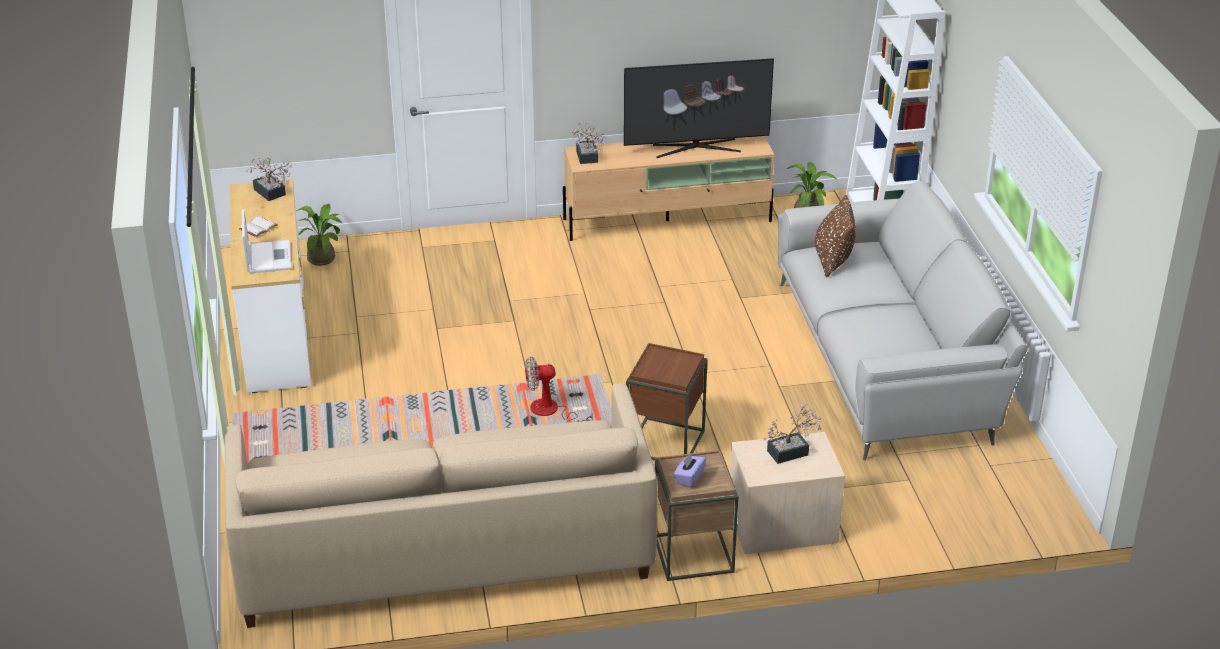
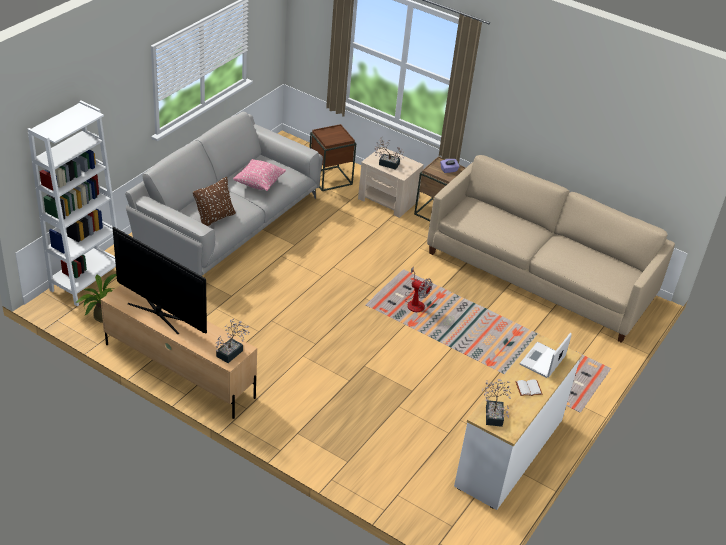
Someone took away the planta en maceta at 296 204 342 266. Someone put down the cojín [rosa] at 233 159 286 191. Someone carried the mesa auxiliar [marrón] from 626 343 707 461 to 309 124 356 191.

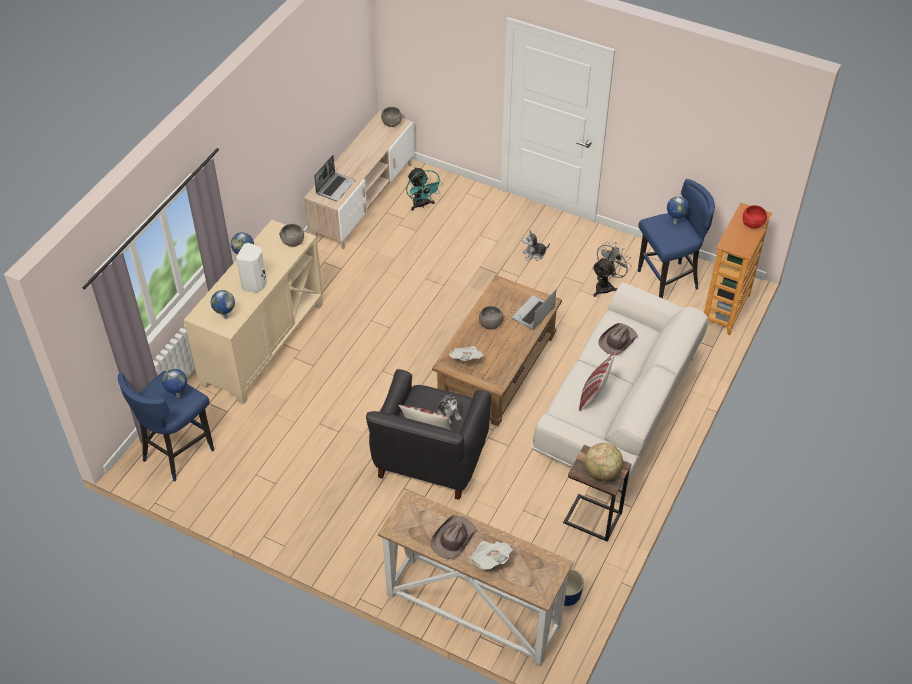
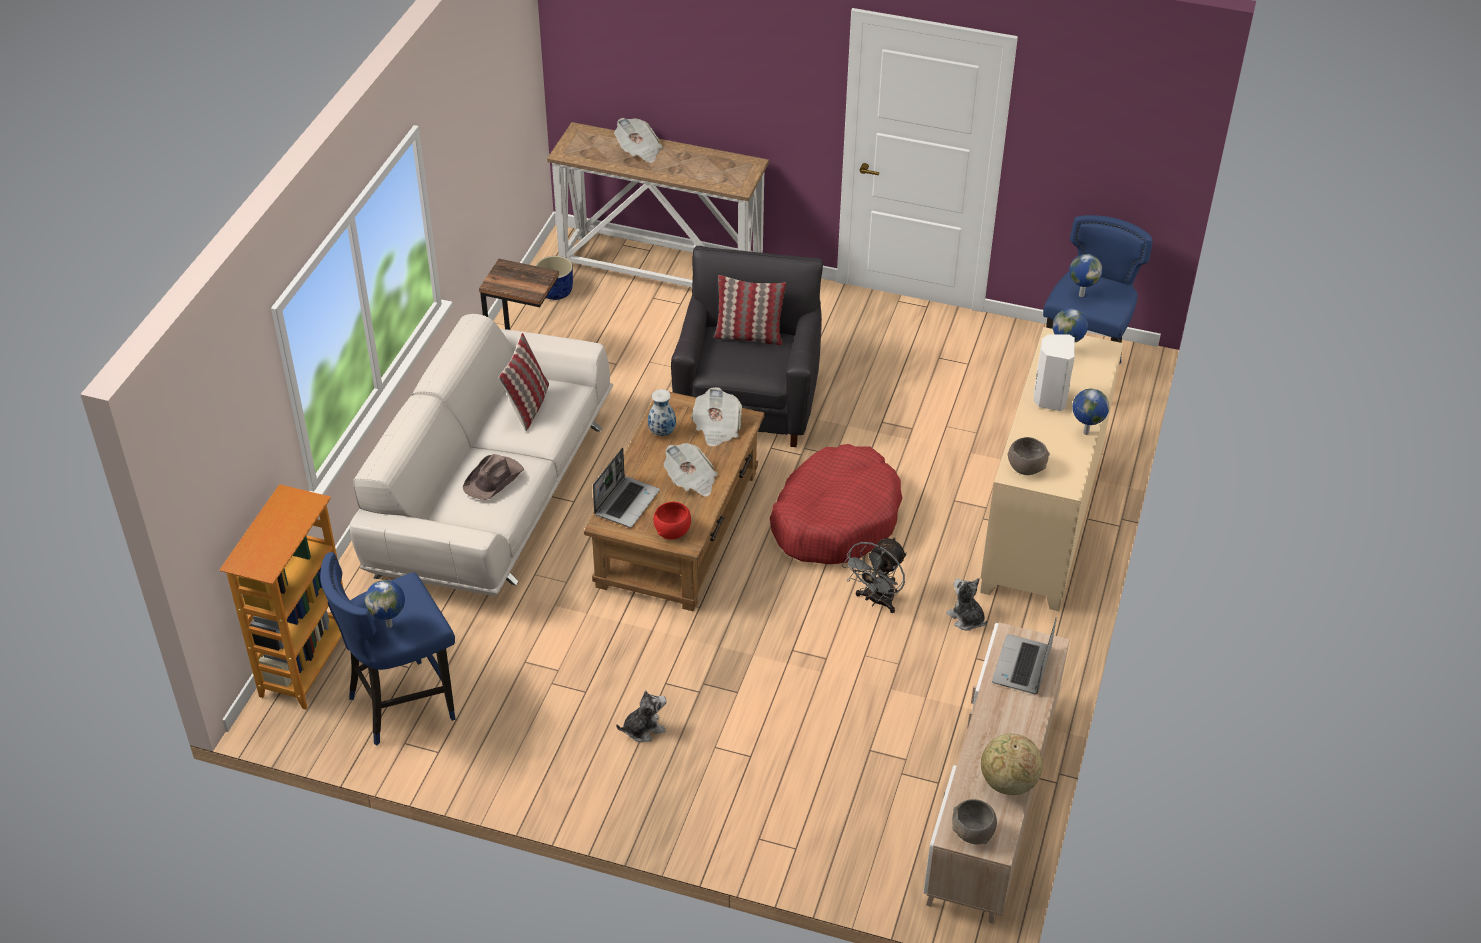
Someone took away the ventilador [turquesa] at 406 167 442 211. Someone took away the sombrero [marrón] at 431 515 477 559. Someone put down the florero at 648 389 676 436. Someone put down the cama para perro [rojo] at 770 444 903 564. Someone carried the peluche from 437 393 461 425 to 946 578 987 631. Someone carried the globo terráqueo from 585 443 623 481 to 981 734 1043 795. Someone carried the ventilador [gris] from 592 242 632 297 to 842 537 907 613. Someone carried the cuenco [rojo] from 743 205 767 228 to 653 502 691 540. Someone swapped the cuenco [gris] at 479 306 504 329 for the periódico at 664 443 718 497.

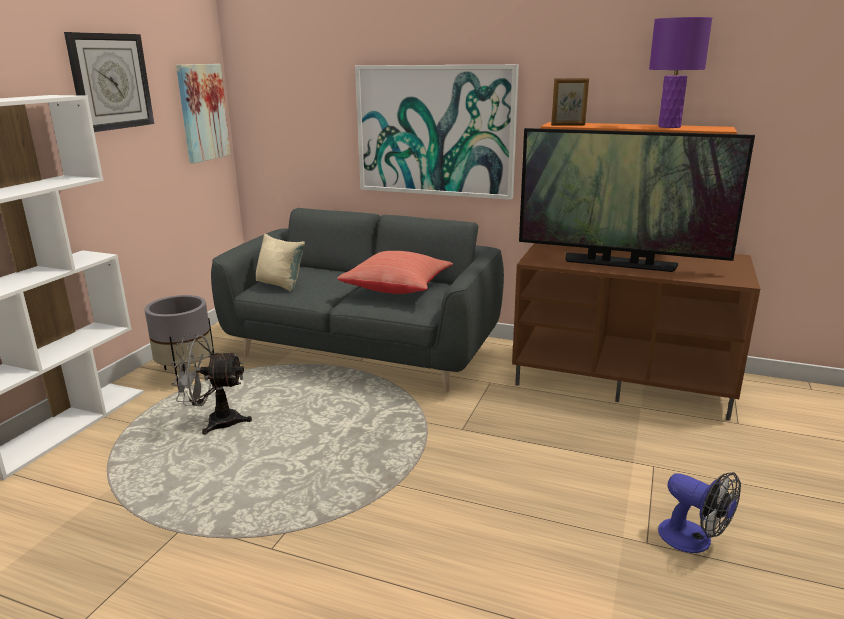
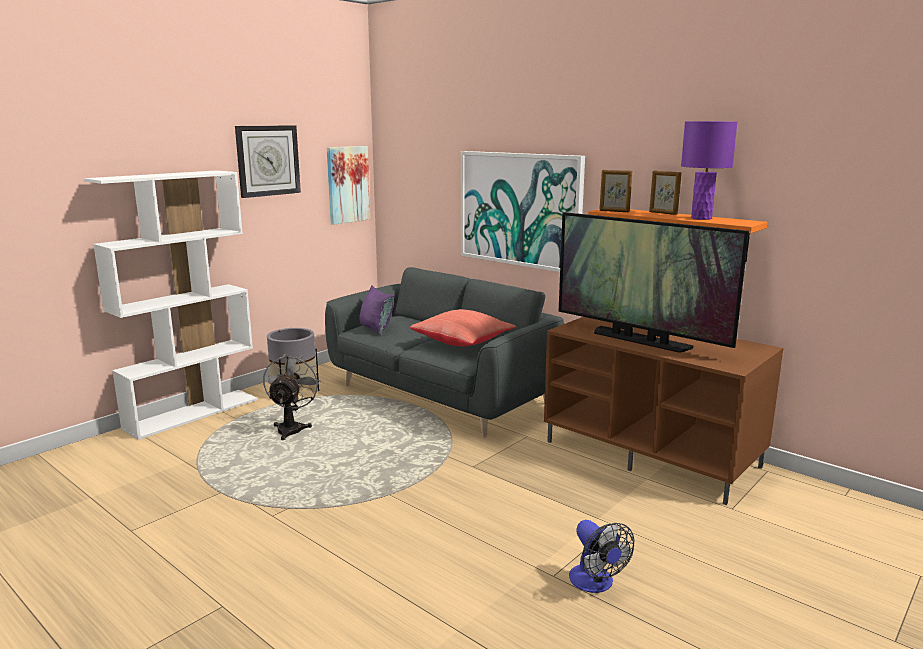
Someone put down the portarretratos at 649 171 682 215. Someone repainted the cojín [beis] at 256 234 305 292, which became the cojín [morado] at 359 286 395 335. Someone rotated the ventilador [gris] at 171 335 252 435 by 75 degrees clockwise.

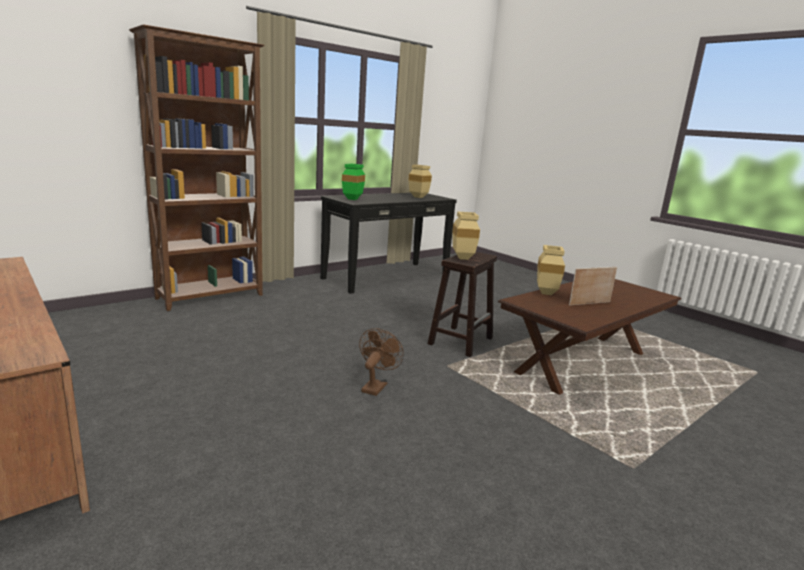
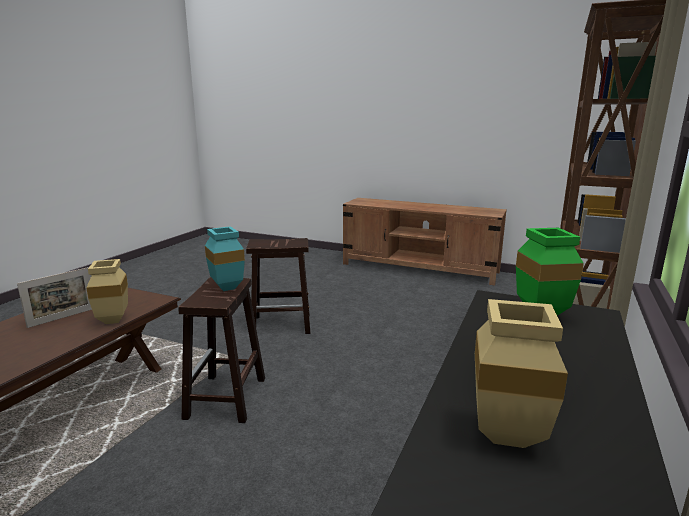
Someone swapped the ventilador [marrón] at 359 328 404 396 for the taburete [marrón] at 246 238 310 334. Someone repainted the florero [beis] at 452 212 480 260, which became the florero [turquesa] at 205 226 245 291.

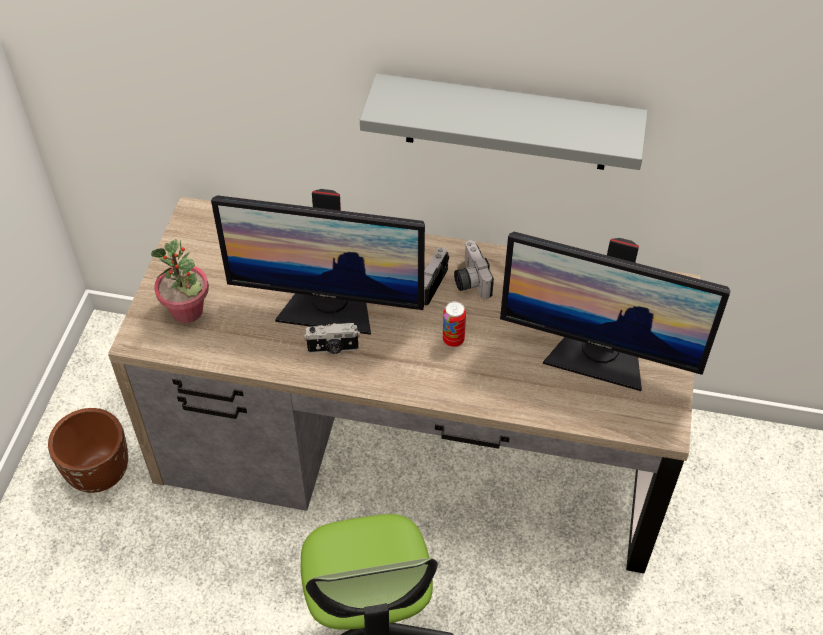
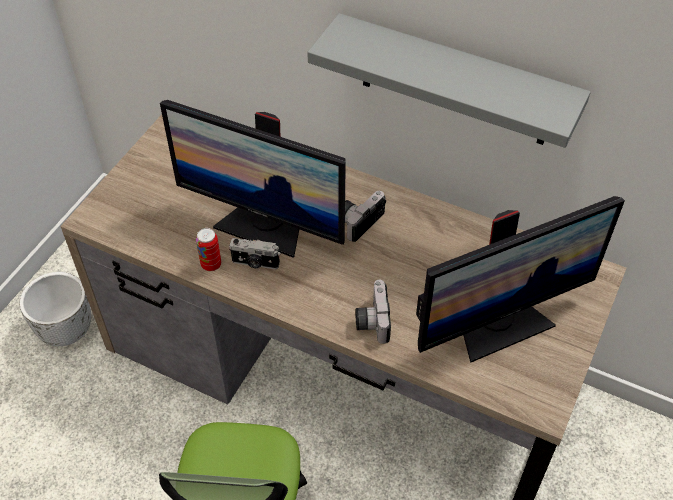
Someone took away the planta en maceta at 151 239 209 323. Someone carried the lata from 443 301 466 347 to 196 228 221 271. Someone carried the cámara from 454 240 494 299 to 355 280 391 344. Someone repainted the maceta [marrón] at 48 408 128 493, which became the maceta [blanco] at 20 272 91 346. Someone rotated the monitor at 500 232 730 391 by 60 degrees counterclockwise.

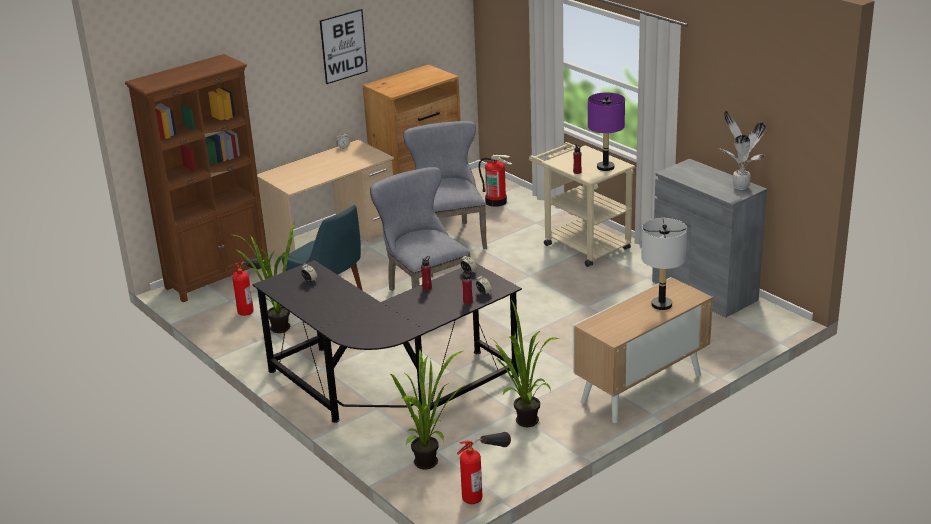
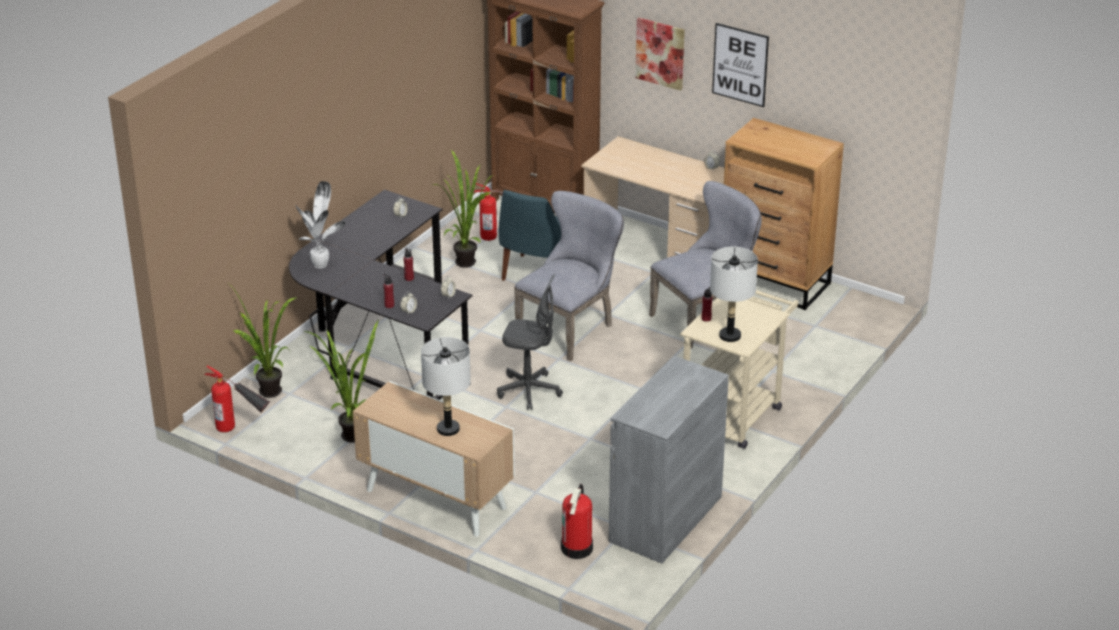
Someone put down the silla de oficina [gris] at 497 273 563 410. Someone put up the cuadro at 635 17 685 91. Someone carried the extintor from 478 155 513 207 to 561 484 593 559. Someone carried the planta en maceta from 718 111 766 190 to 295 181 346 269. Someone repainted the lámpara de mesa [morado] at 588 92 625 171, which became the lámpara de mesa [gris] at 710 247 758 342.

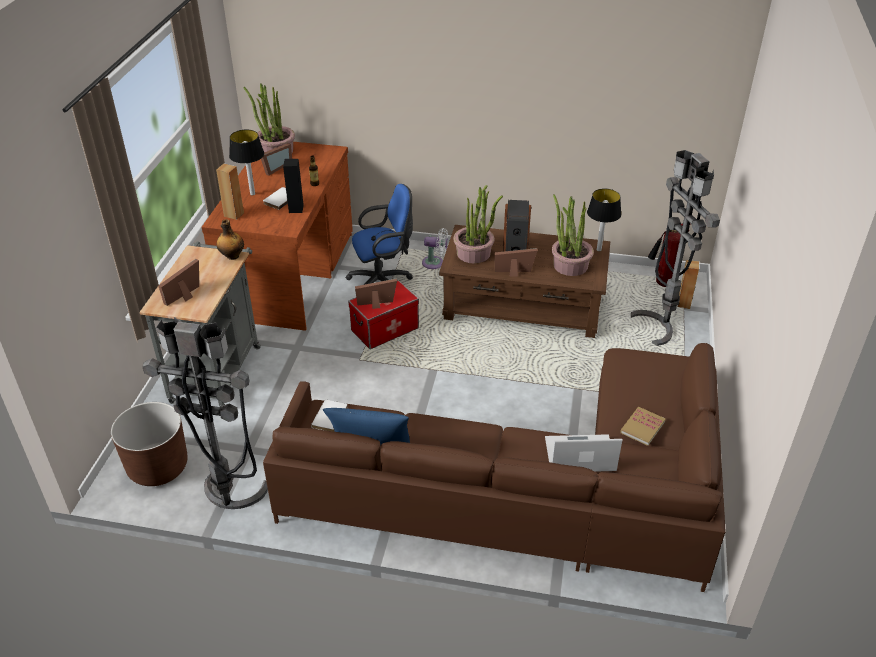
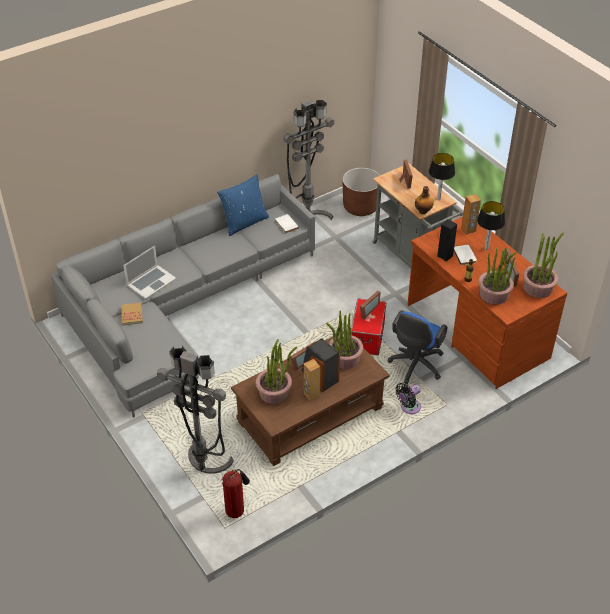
Someone put down the planta en maceta at 478 248 517 305. Someone carried the lámpara de mesa from 587 188 621 252 to 429 153 455 200. Someone carried the altavoz [marrón] from 677 260 699 309 to 304 359 320 402. Someone repainted the sofá [marrón] at 263 343 726 592, which became the sofá [gris] at 51 174 315 418. Someone repainted the ventilador [blanco] at 422 228 448 269, which became the ventilador [negro] at 396 383 421 414.

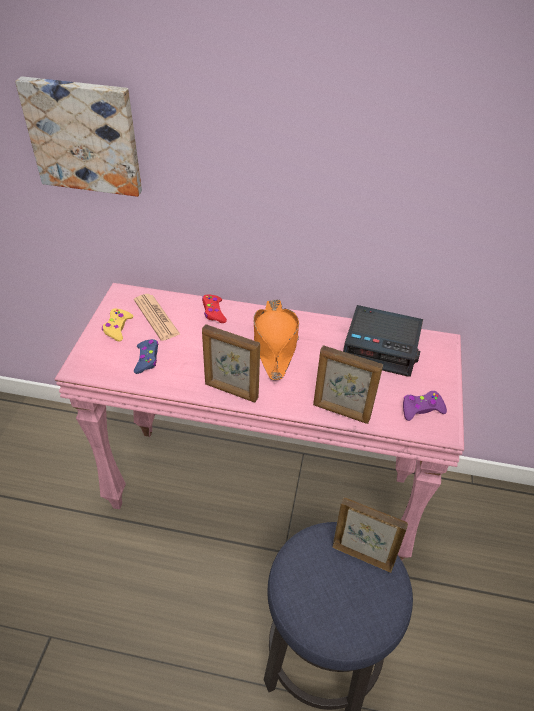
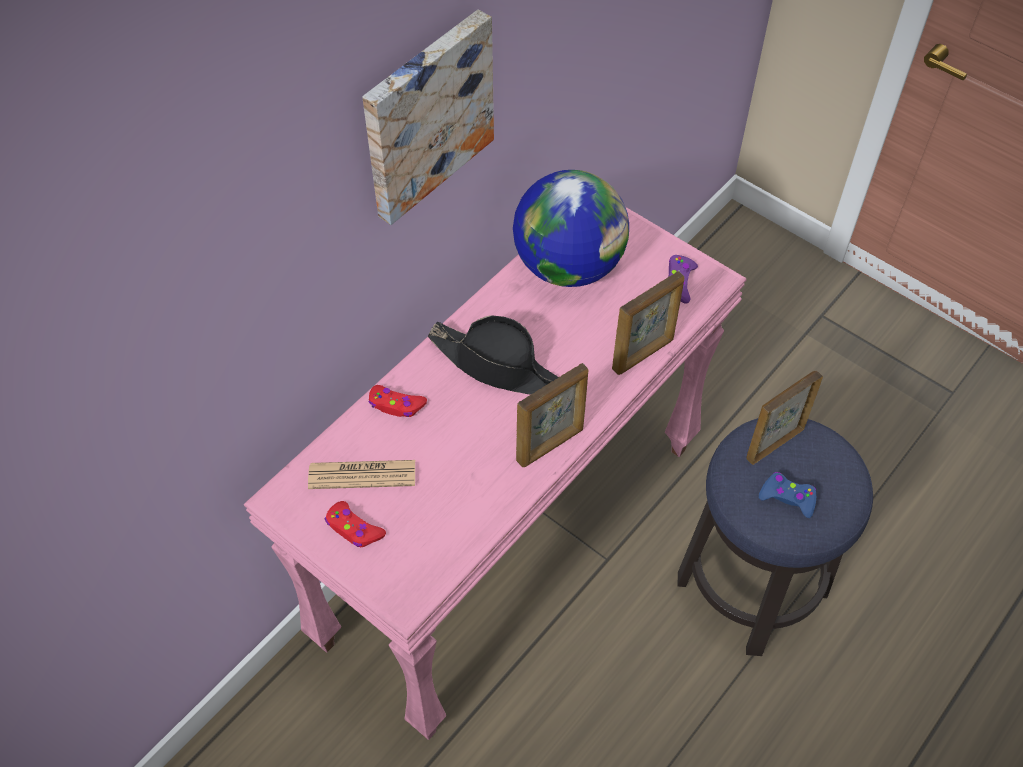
Someone carried the cuadro from 15 76 142 197 to 362 10 494 225. Someone carried the mando de consola [azul] from 134 339 159 374 to 759 472 816 518. Someone swapped the despertador at 343 305 423 377 for the globo terráqueo at 513 170 629 287. Someone repainted the mando de consola [amarillo] at 102 308 133 342, which became the mando de consola [rojo] at 325 501 386 547. Someone repainted the sombrero [naranja] at 253 299 299 380, which became the sombrero [negro] at 428 315 558 395.

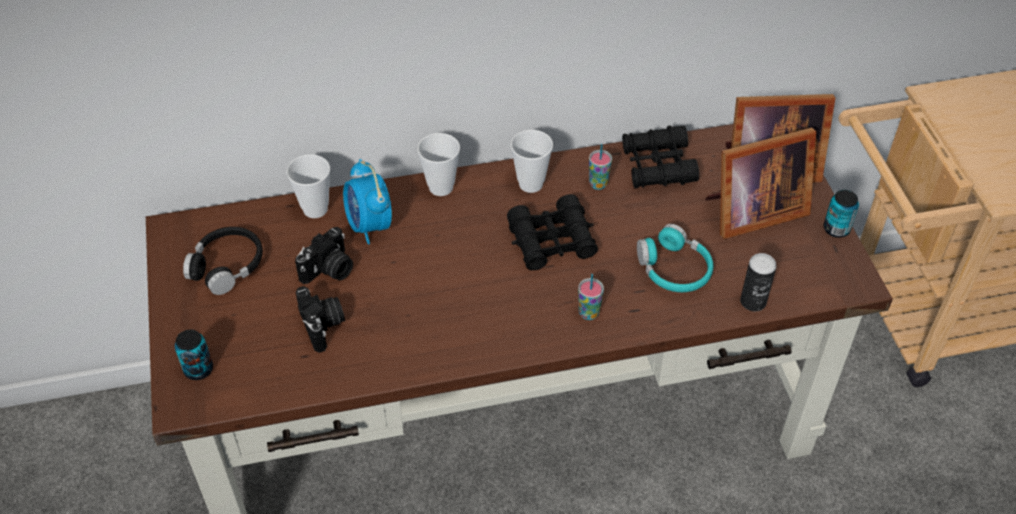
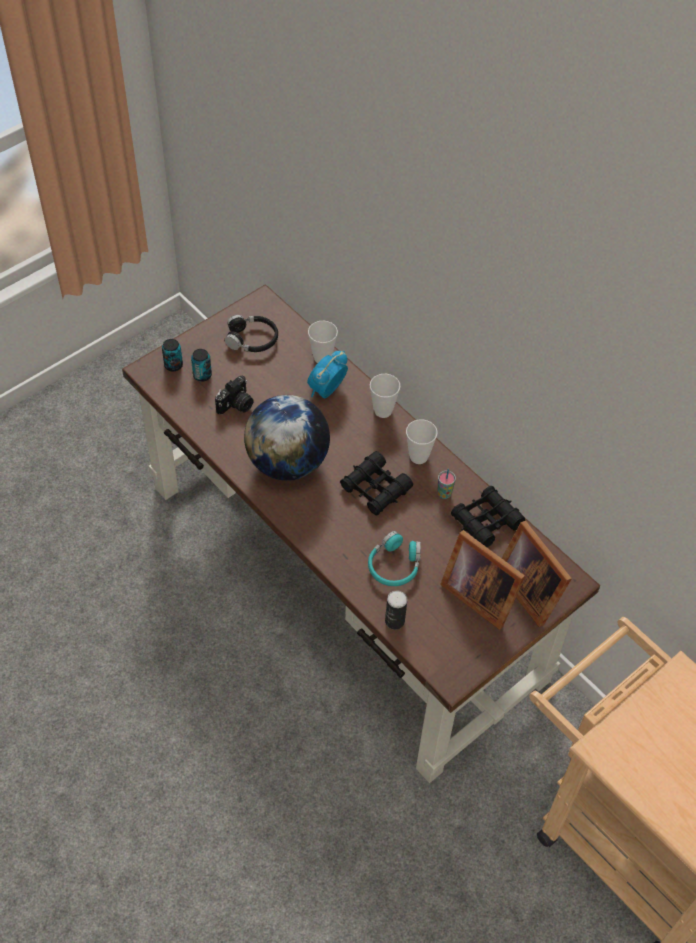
Someone took away the cámara at 295 227 353 284. Someone took away the taza at 578 274 604 320. Someone put down the globo terráqueo at 244 395 330 481. Someone carried the lata from 823 190 859 238 to 191 349 212 382.

